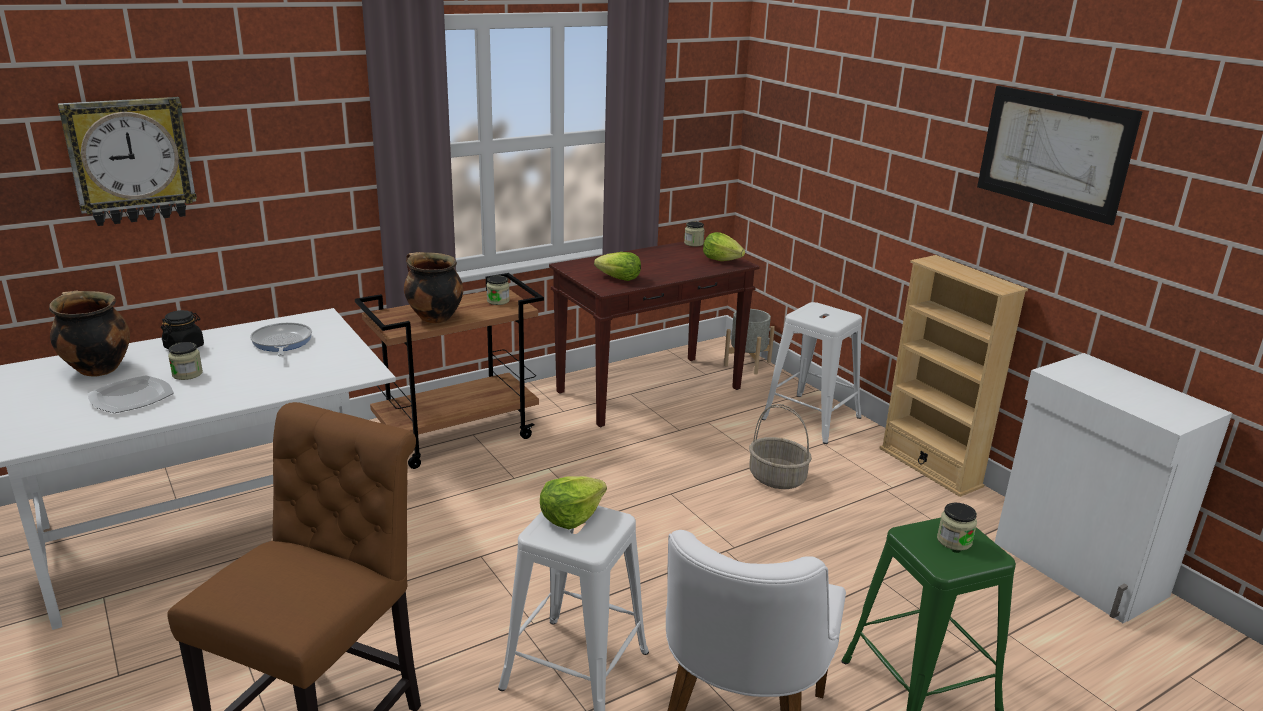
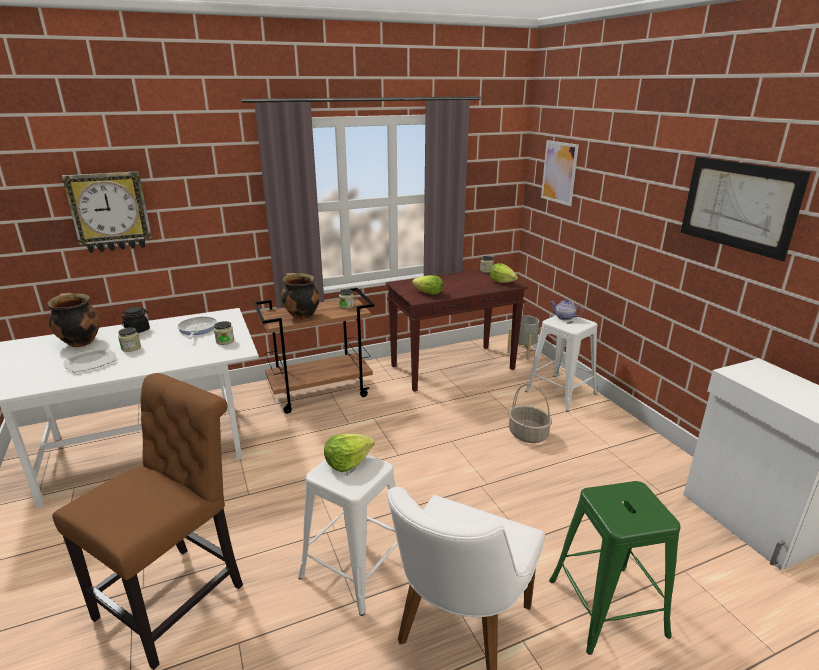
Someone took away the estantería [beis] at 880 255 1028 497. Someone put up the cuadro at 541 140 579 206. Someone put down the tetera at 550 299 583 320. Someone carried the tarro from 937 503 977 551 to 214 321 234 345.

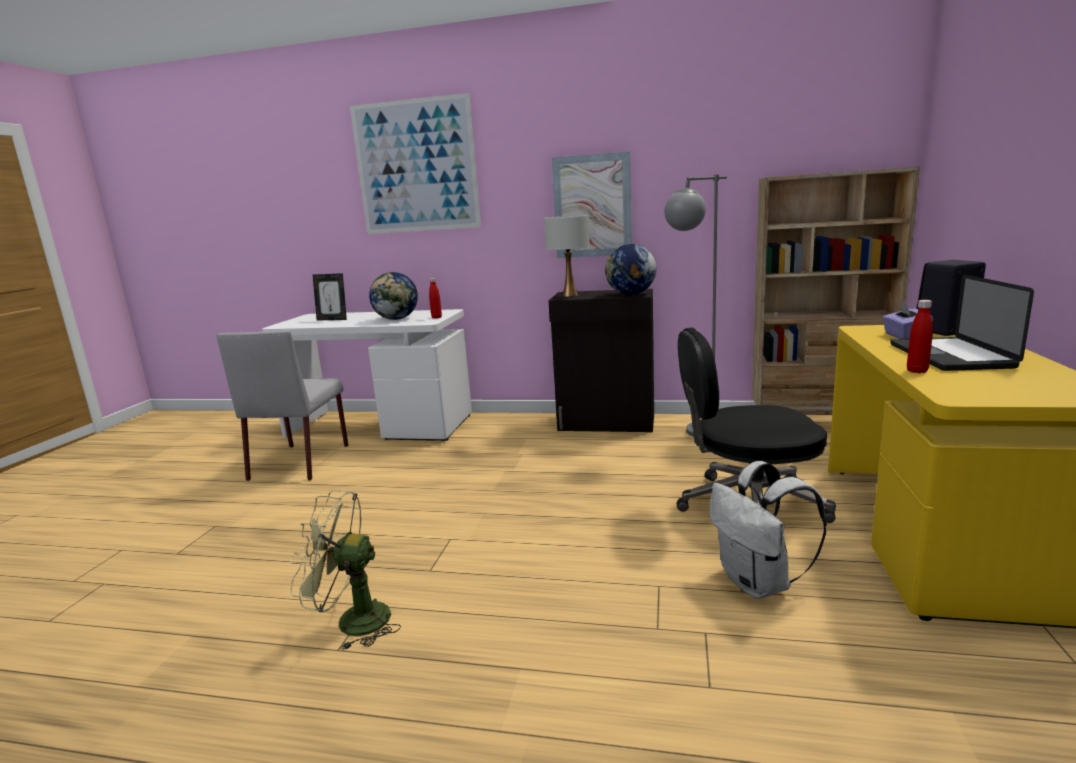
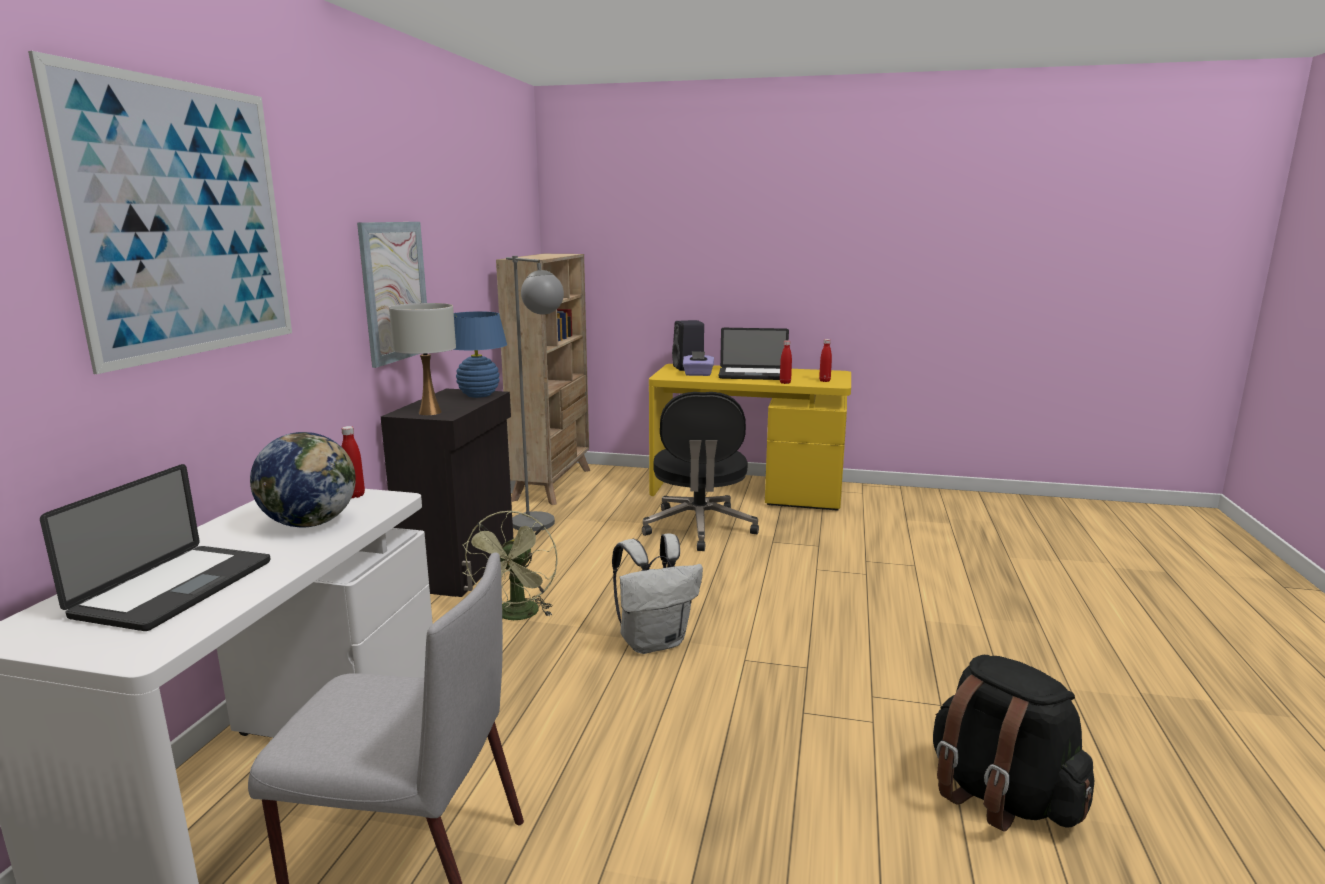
Someone put down the botella [rojo] at 819 339 832 382. Someone put down the mochila [negro] at 933 655 1094 832. Someone carried the ventilador [verde] from 290 490 401 651 to 462 510 558 620. Someone carried the mochila [blanco] from 709 461 827 599 to 612 533 703 654. Someone swapped the portarretratos at 313 273 347 320 for the portátil at 40 464 270 631. Someone swapped the globo terráqueo at 605 244 656 295 for the lámpara de mesa [azul] at 453 311 507 398.

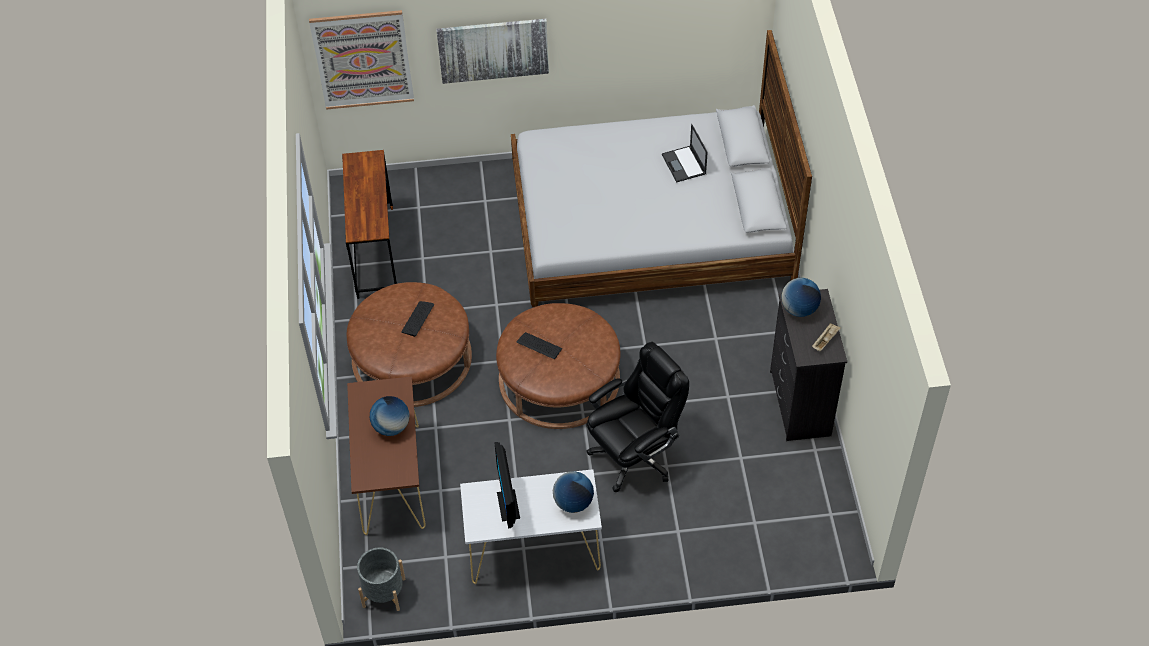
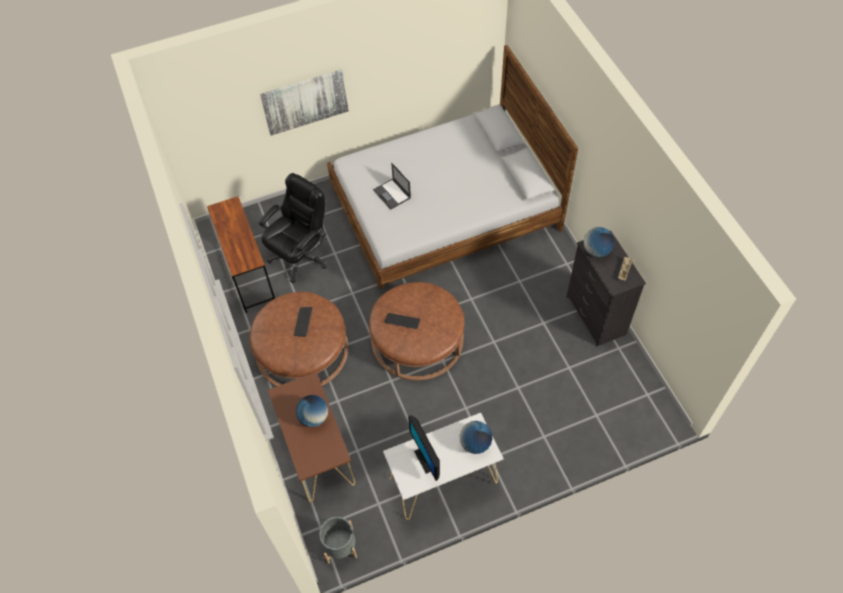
Someone took away the cuadro at 309 10 414 110. Someone carried the silla de oficina [negro] from 586 342 689 492 to 258 173 327 283. Someone carried the portátil from 662 124 708 183 to 373 163 411 210.

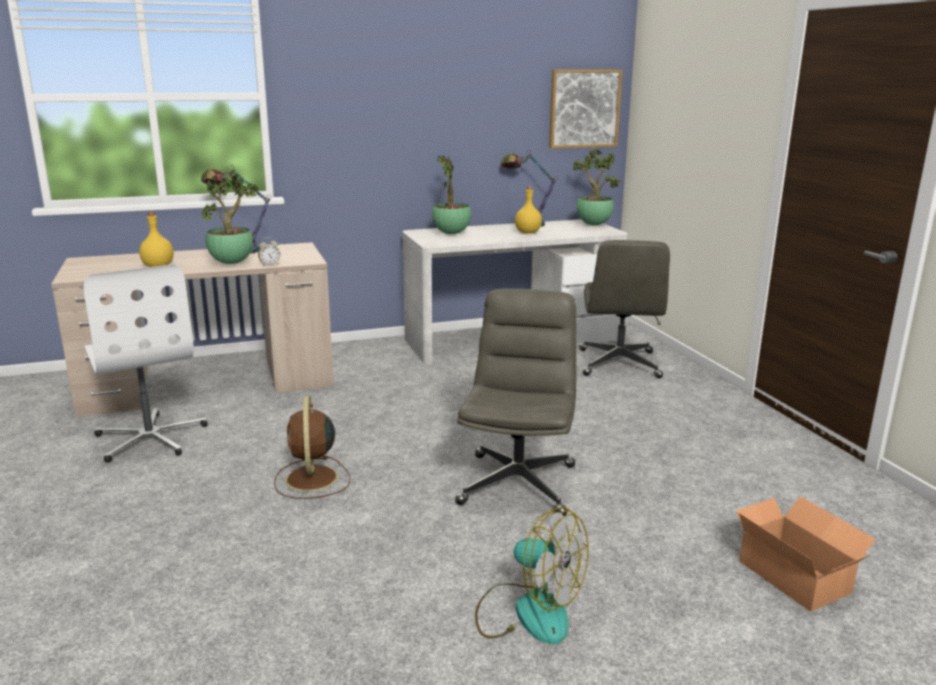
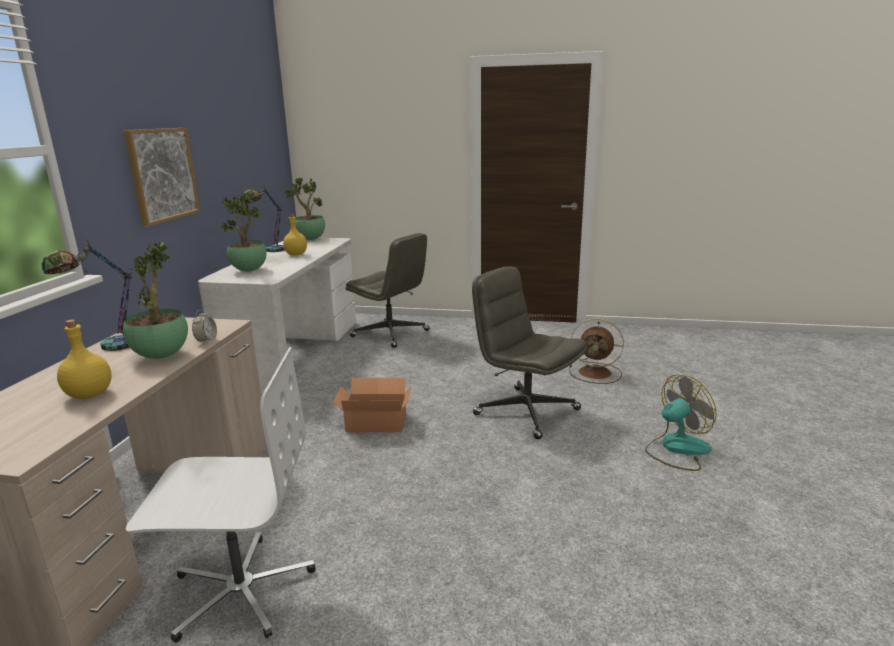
Someone carried the ventilador [marrón] from 274 395 350 499 to 569 318 624 384. Someone carried the cuadro from 549 69 623 149 to 124 128 200 226. Someone carried the caja de cartón from 736 496 876 611 to 334 378 412 432.

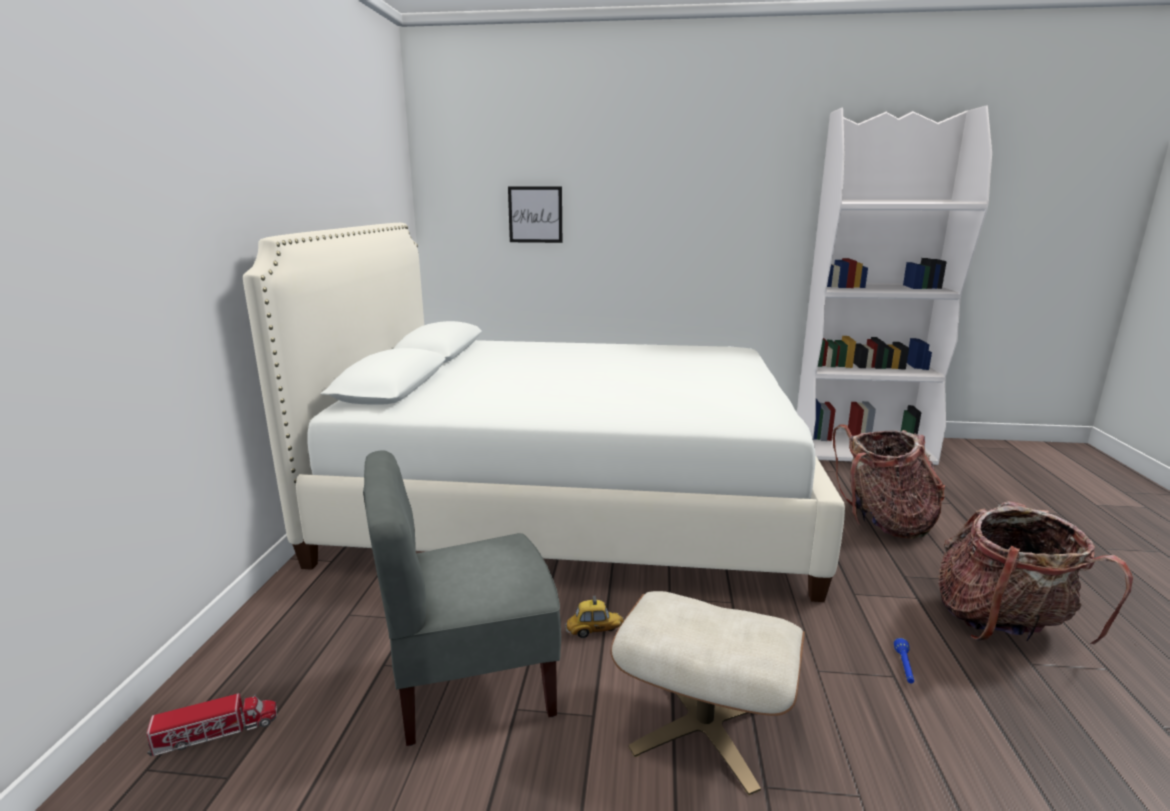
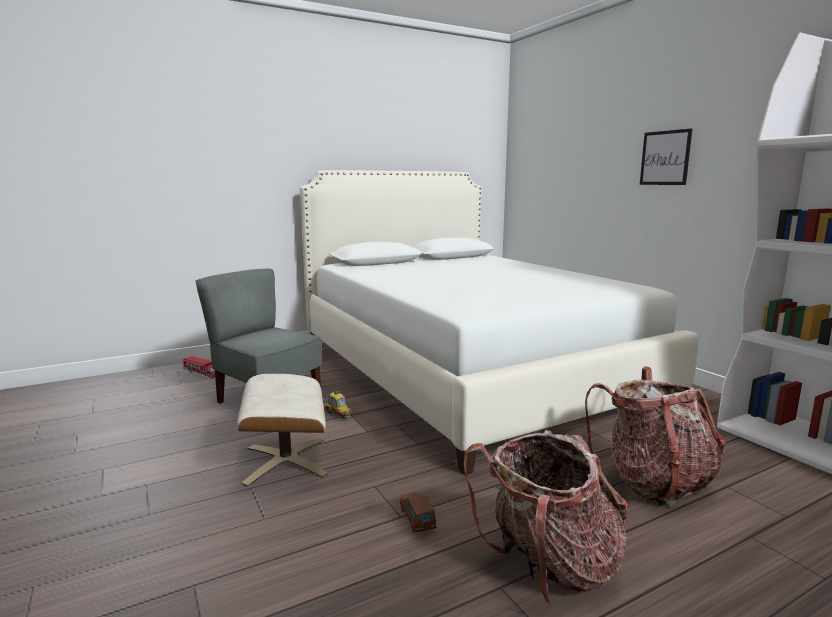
Someone carried the cuadro from 508 186 562 243 to 640 128 692 185. Someone swapped the linterna [azul] at 894 638 914 683 for the coche de juguete [marrón] at 400 492 437 532.

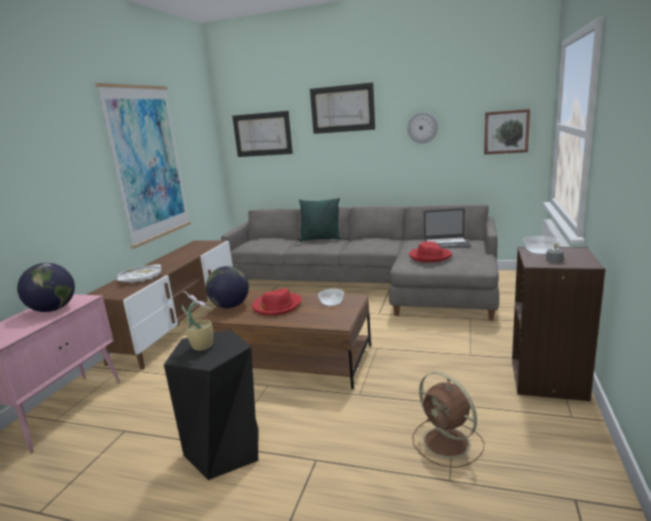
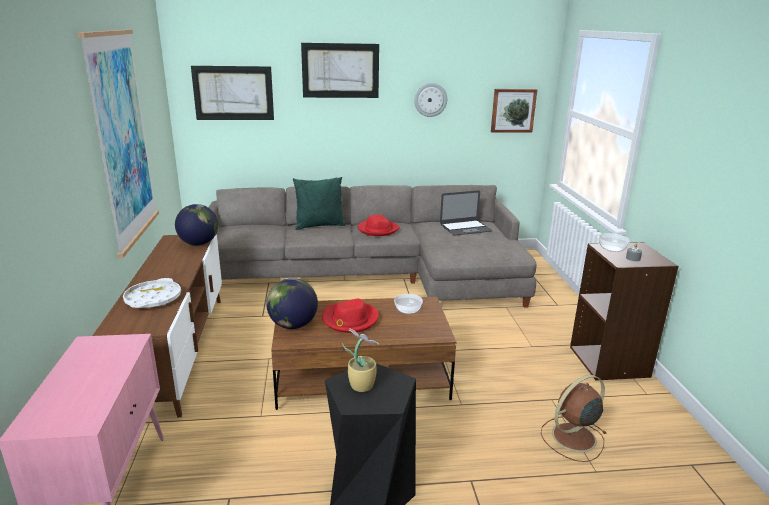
Someone carried the globo terráqueo from 17 263 75 312 to 175 204 218 246. Someone carried the sombrero [rojo] from 409 241 452 262 to 358 215 400 236. Someone rotated the ventilador [marrón] at 412 372 484 468 by 120 degrees clockwise.

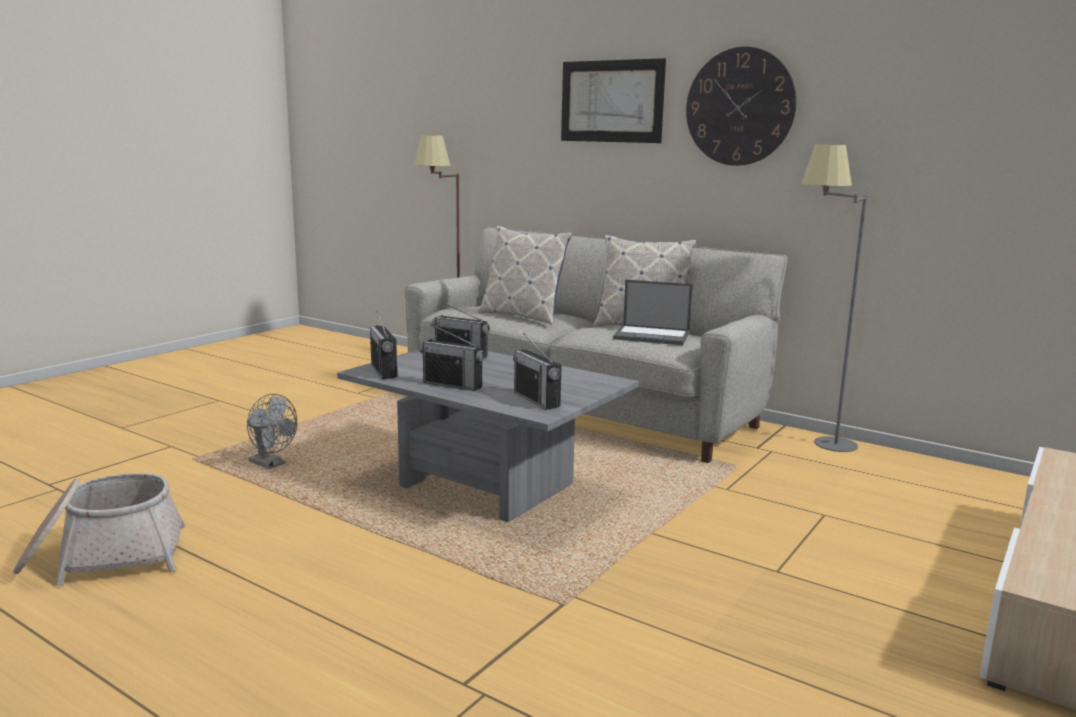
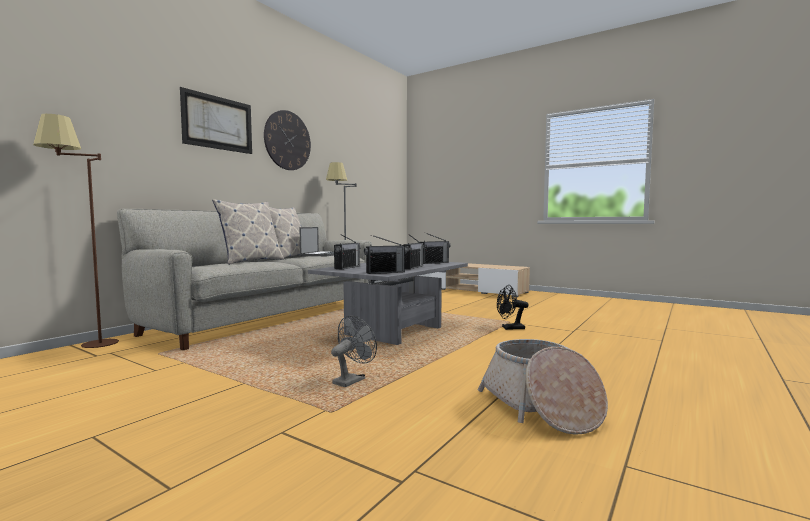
Someone put down the ventilador [negro] at 497 285 529 330.

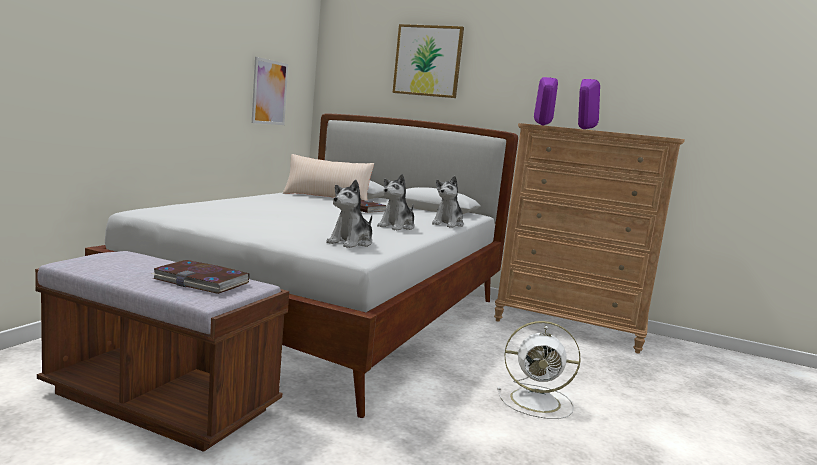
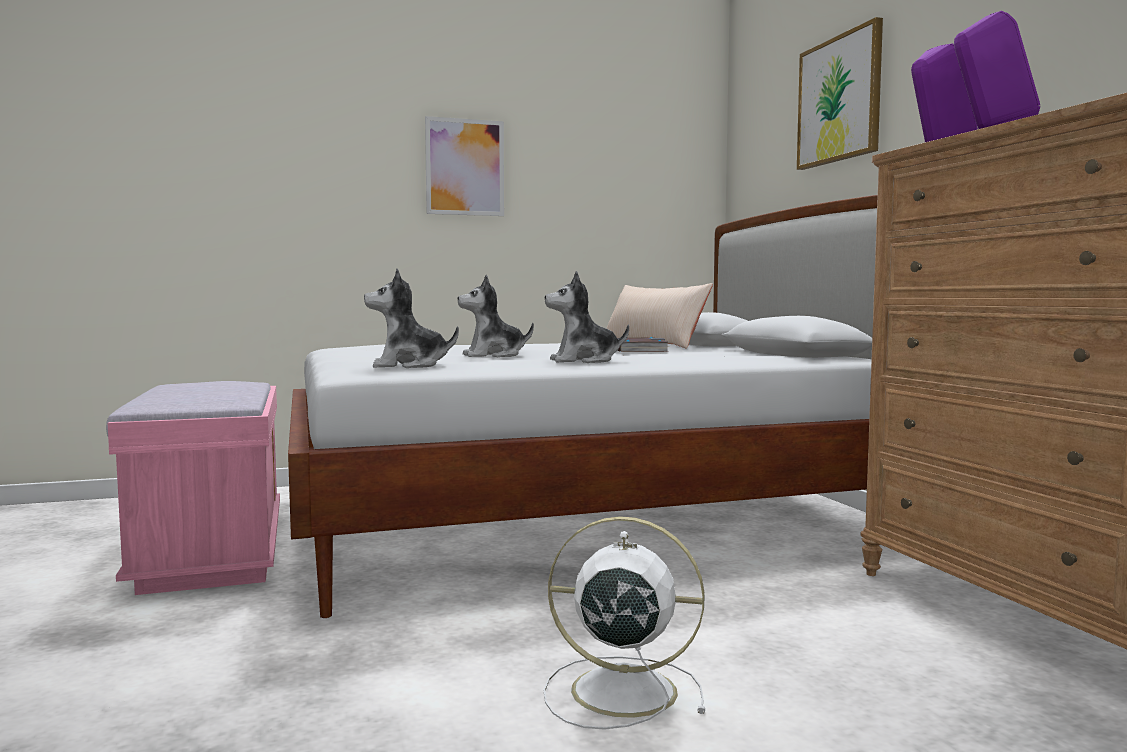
Someone took away the libro at 151 260 250 294. Someone carried the cuadro from 252 57 288 125 to 425 116 504 216. Someone carried the peluche from 432 176 464 228 to 457 275 534 357. Someone repainted the banco [marrón] at 35 251 289 452, which became the banco [rosa] at 106 381 280 595. Someone rotated the ventilador [blanco] at 497 321 580 419 by 135 degrees clockwise.

